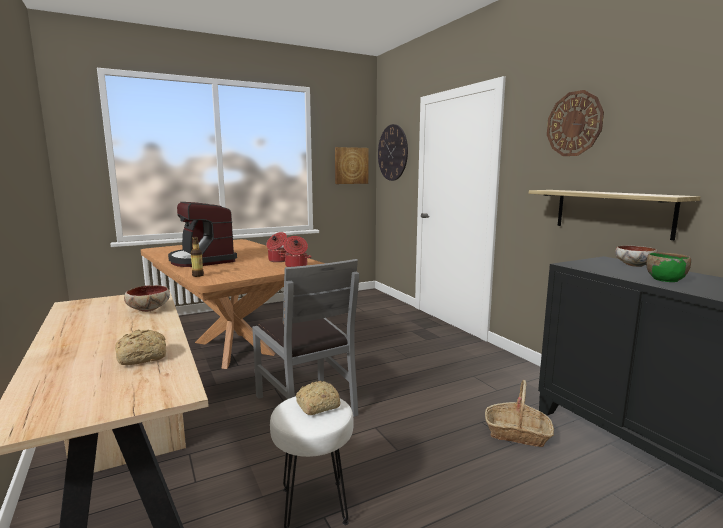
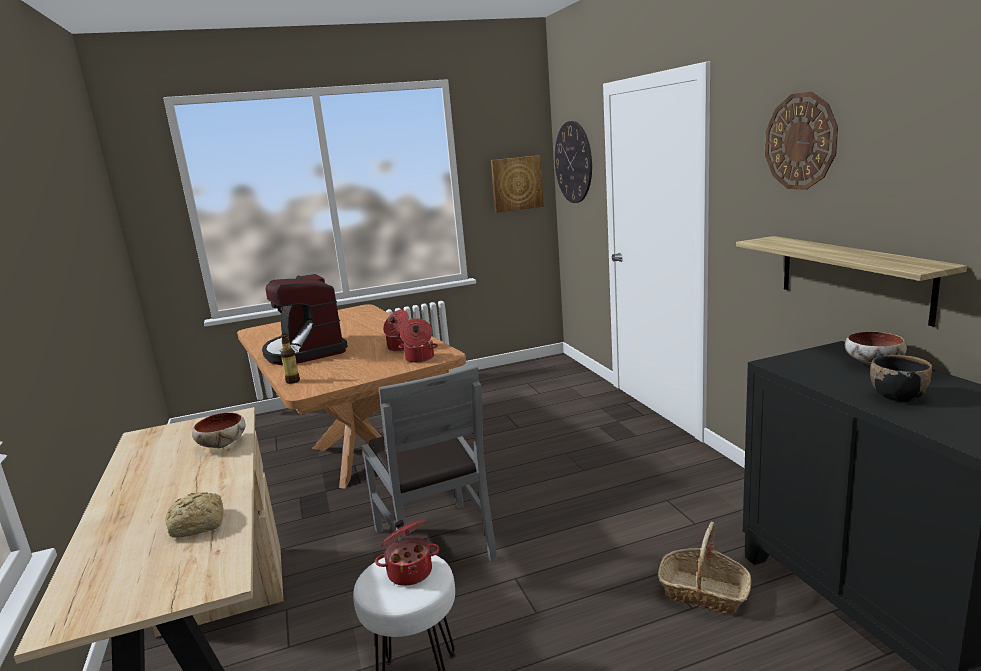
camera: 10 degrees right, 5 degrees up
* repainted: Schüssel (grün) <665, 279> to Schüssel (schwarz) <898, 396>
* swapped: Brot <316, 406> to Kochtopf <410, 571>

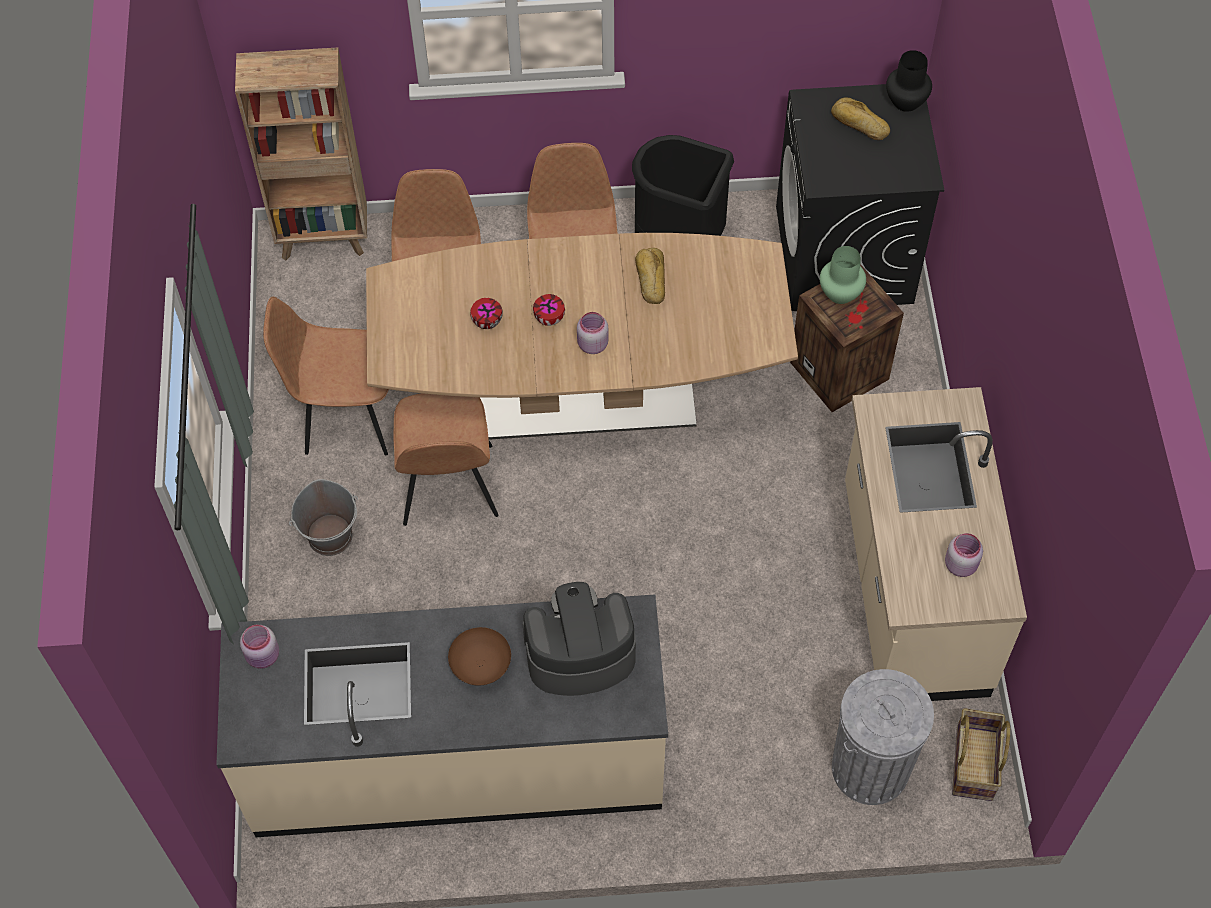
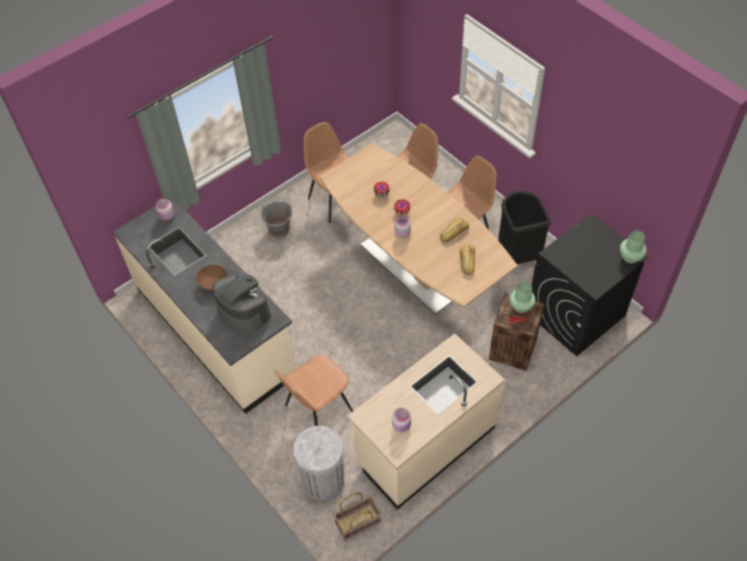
camera: 55 degrees right, 5 degrees down
* gone: Bücherregal (braun) <325, 238>
* repainted: Vase (schwarz) <905, 101> to Vase (grün) <629, 257>
* shifted: Brot <859, 124> to <467, 261>
* shifted: Stuhl (braun) <448, 488> to <317, 409>

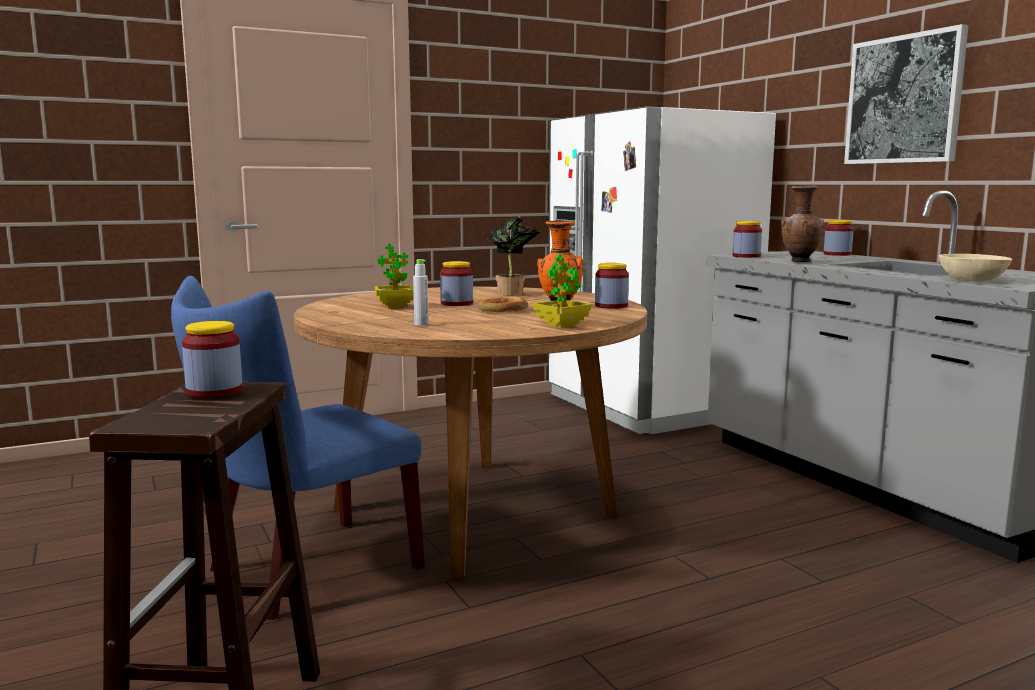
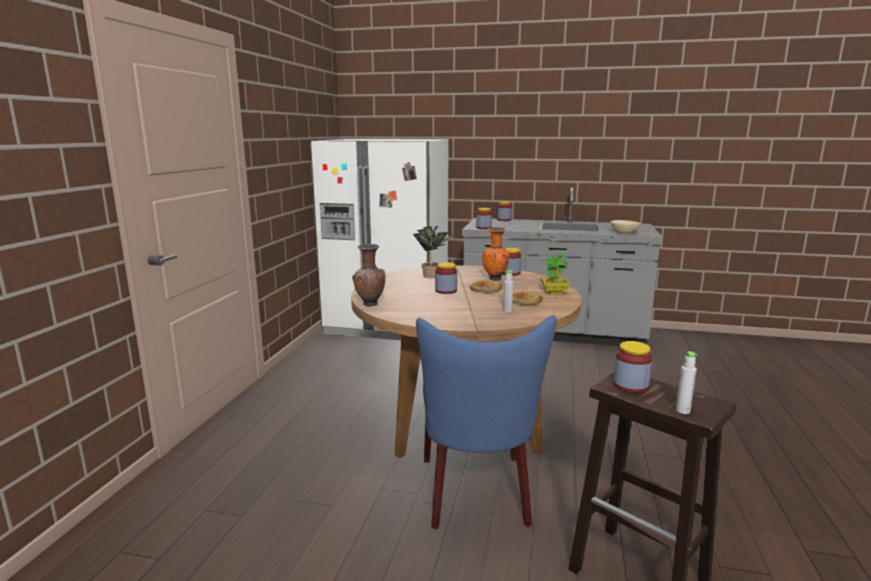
camera: 50 degrees left, 5 degrees up
* gone: Bild <904, 100>
* shifted: Vase (braun) <799, 262> to <370, 305>
* gone: Topfpflanze <395, 306>
* new: Brot <525, 301>
* new: Flasche (grau) <682, 411>

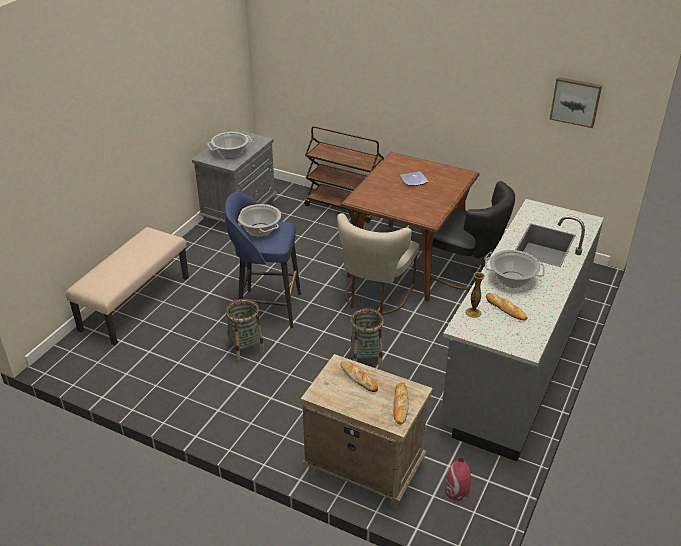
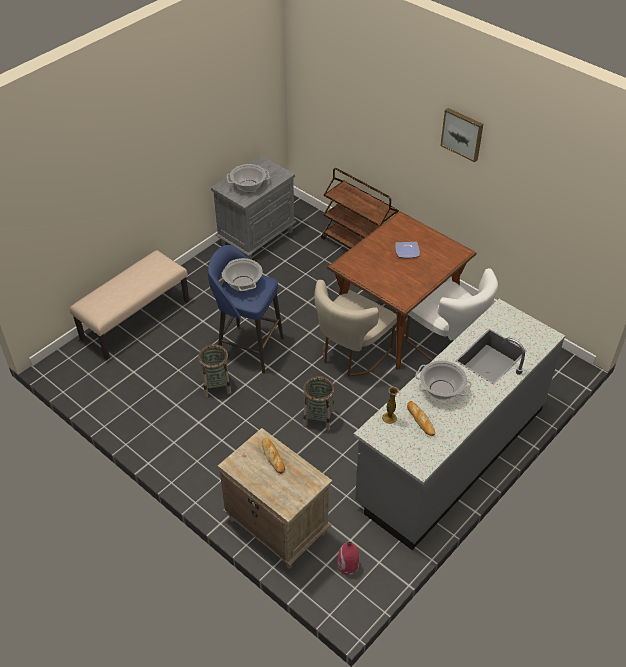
camera: 15 degrees right, 10 degrees up
* shifted: Bild <575, 101> to <462, 134>
* repainted: Stuhl (schwarz) <466, 272> to Stuhl (weiß) <447, 344>
* gone: Brot <400, 405>

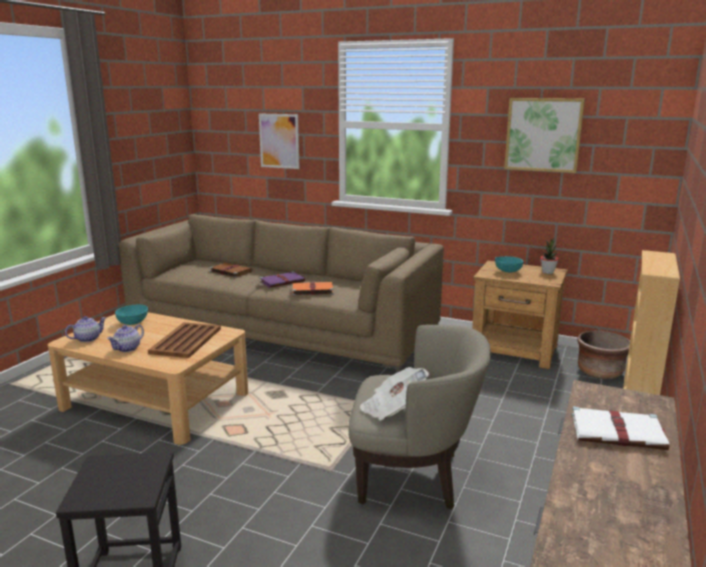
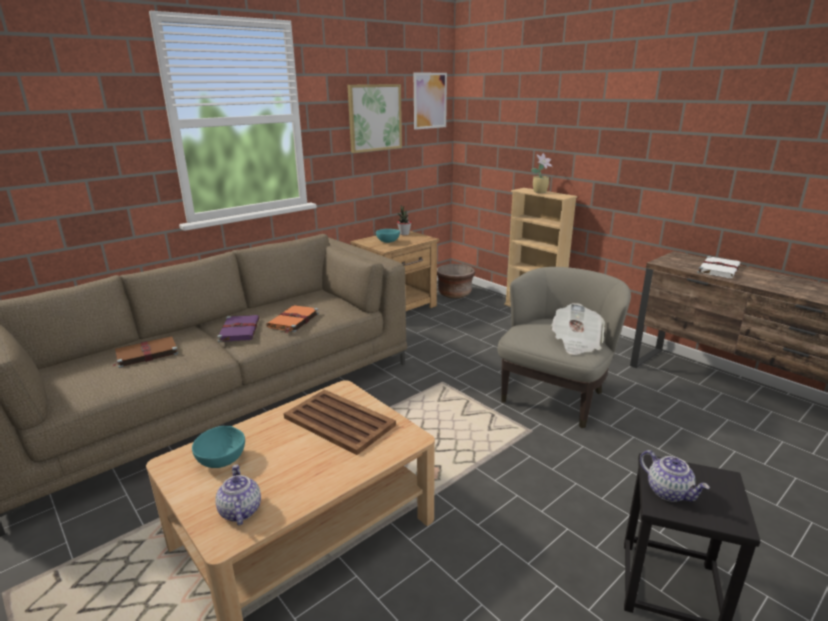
camera: 65 degrees left, 5 degrees up
* shifted: Bild <279, 141> to <430, 100>
* shifted: Teekanne <127, 348> to <669, 492>
* new: Topfpflanze <540, 192>

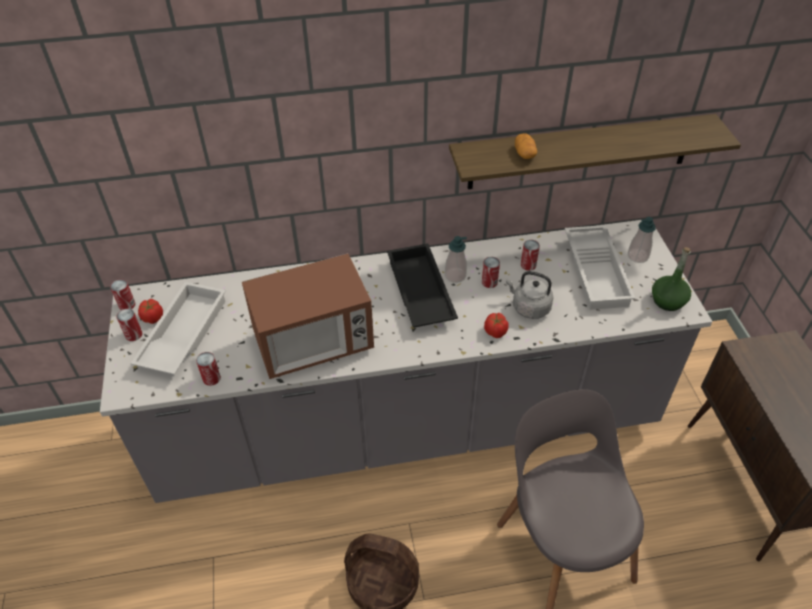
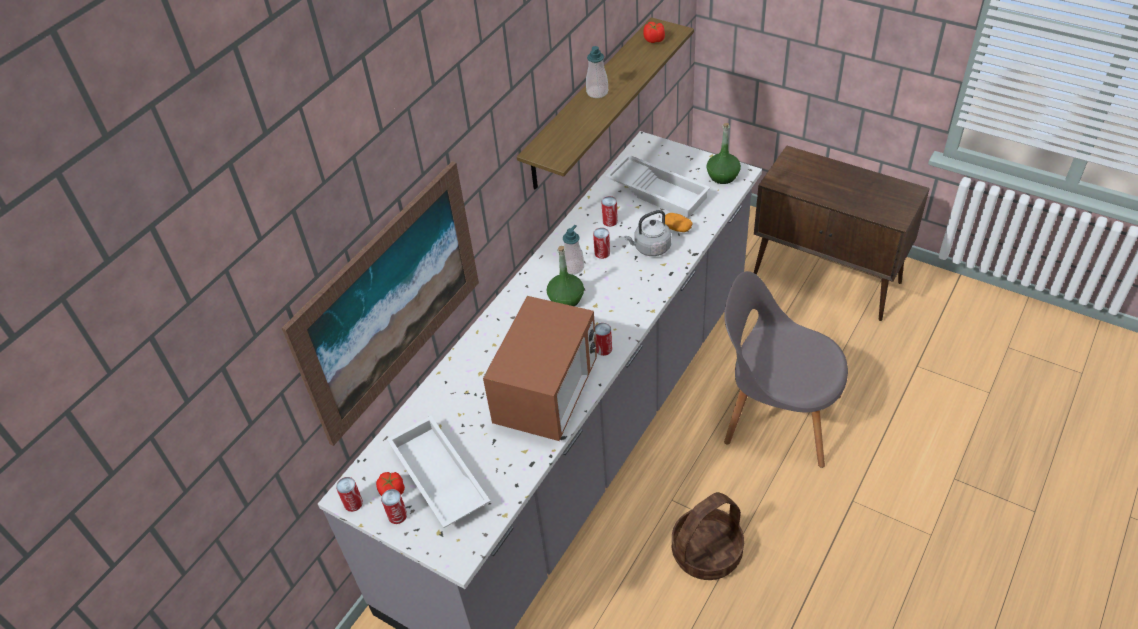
camera: 45 degrees left, 0 degrees up
* shifted: Kartoffel <524, 153> to <677, 228>
* shifted: Seifenspender <637, 256> to <597, 92>
* swapped: Tablett (schwarz) <418, 292> to Flasche (grün) <566, 299>
* shifted: Tomate <495, 331> to <654, 40>
* shifted: Dose <211, 378> to <603, 349>
* new: Bild <391, 301>

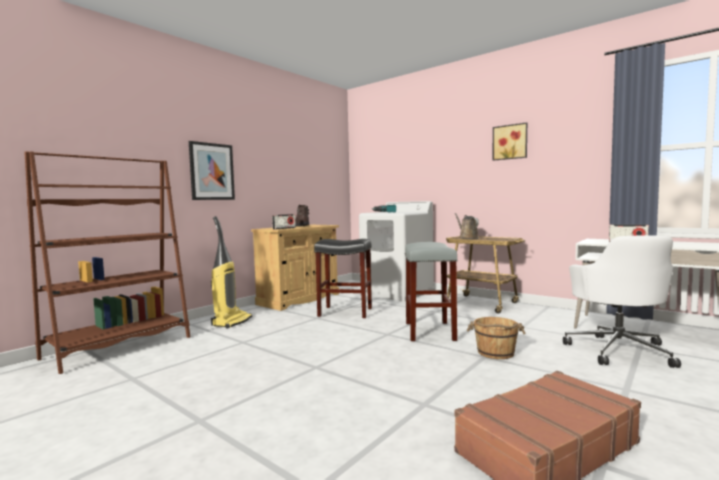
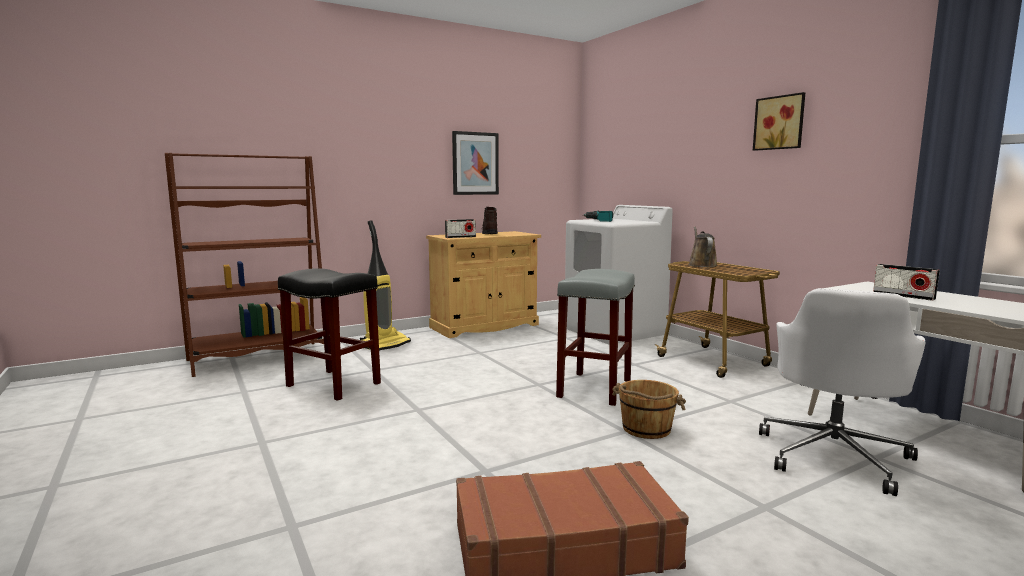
camera: 20 degrees right, 5 degrees up
* shifted: Bild <212, 171> to <475, 163>
* shifted: Hocker (schwarz) <346, 312> to <335, 384>

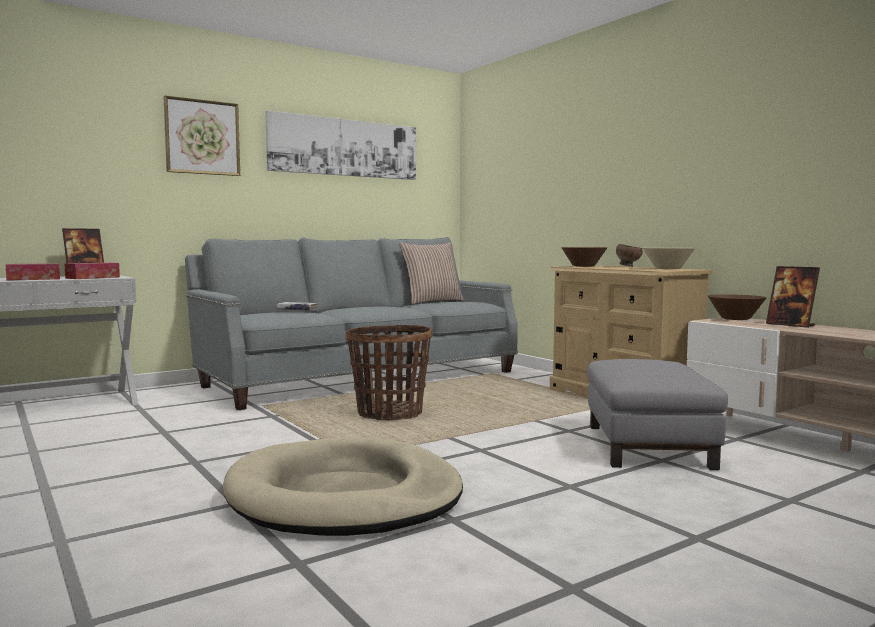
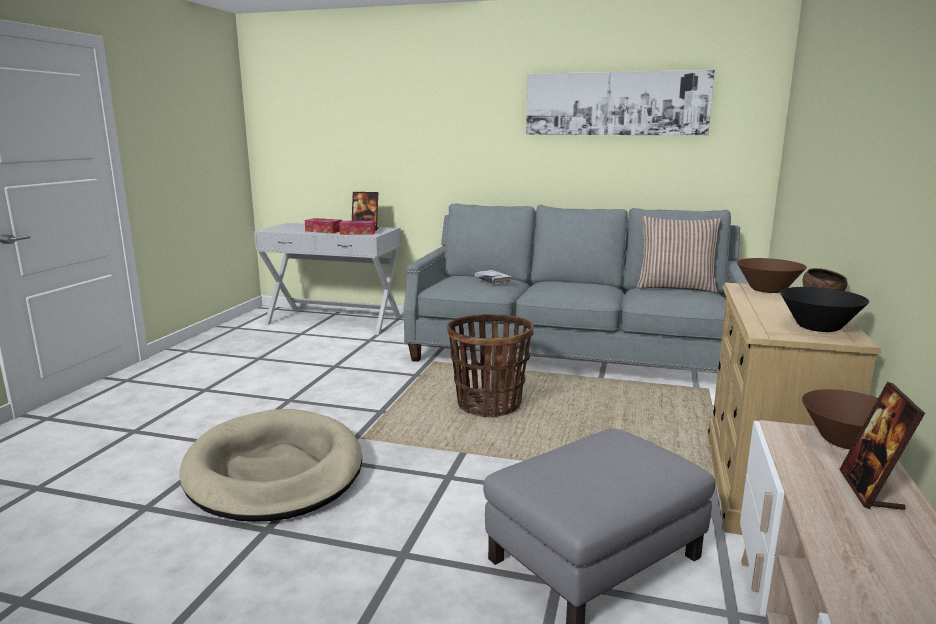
camera: 50 degrees right, 10 degrees up
* gone: Bild <202, 137>
* repainted: Schüssel (beige) <667, 269> to Schüssel (schwarz) <818, 327>

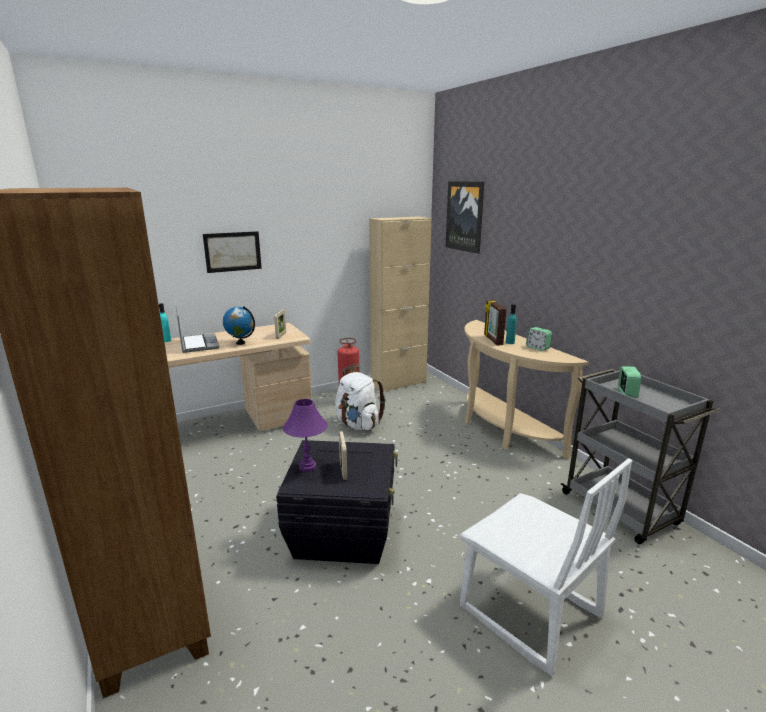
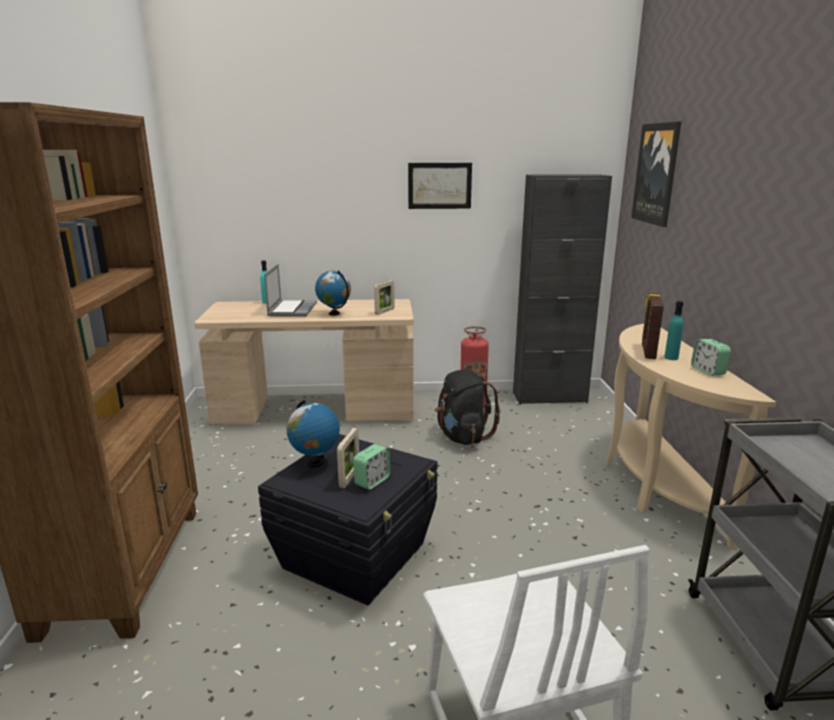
camera: 25 degrees right, 0 degrees up
* repainted: Schrank (beige) <398, 383> to Schrank (schwarz) <549, 397>
* shifted: Bild <232, 251> to <439, 185>
* shifted: Wecker <627, 393> to <372, 481>
* repainted: Rucksack (weiß) <358, 424> to Rucksack (schwarz) <462, 437>
* swapped: Tischlampe (lila) <307, 467> to Globus <315, 463>

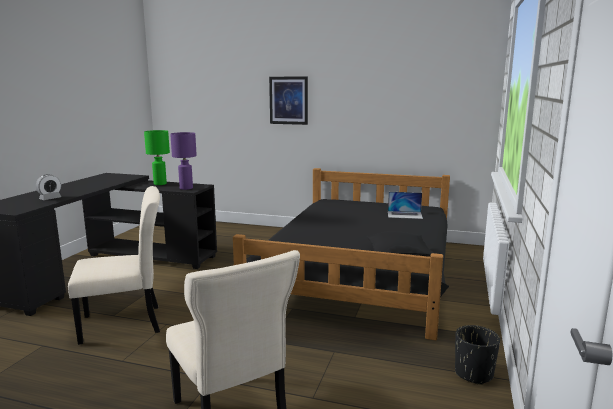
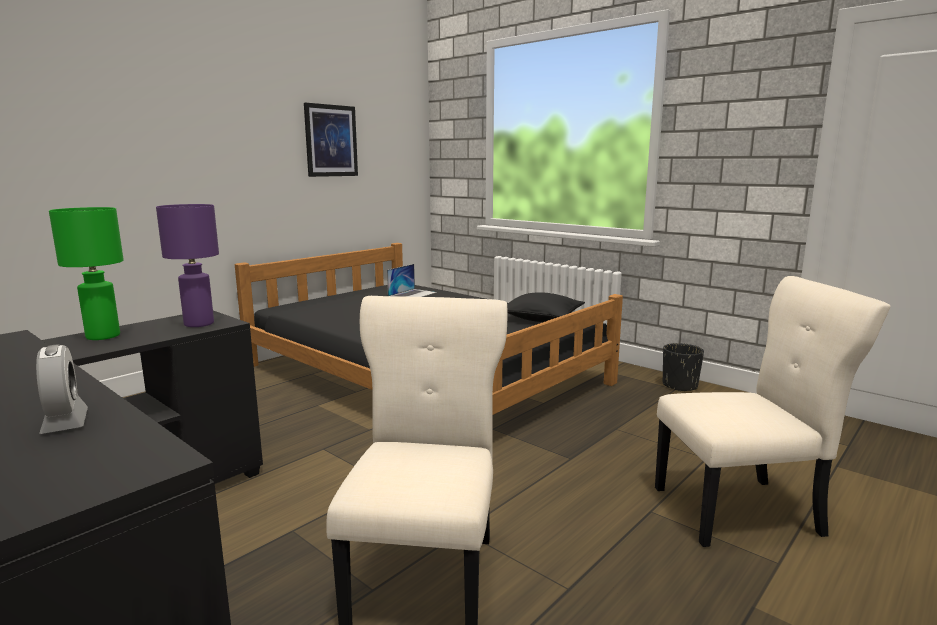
camera: 65 degrees left, 0 degrees up
* shifted: Bild <288, 100> to <331, 141>

